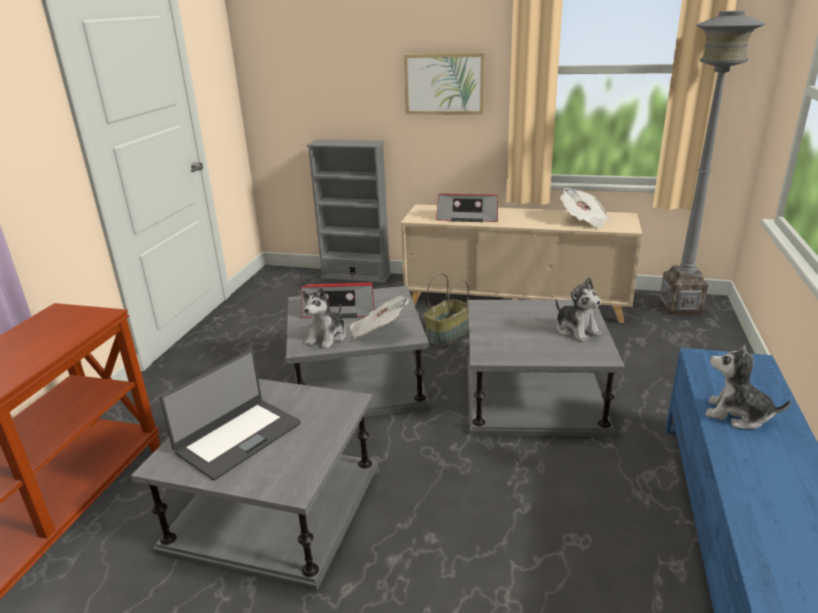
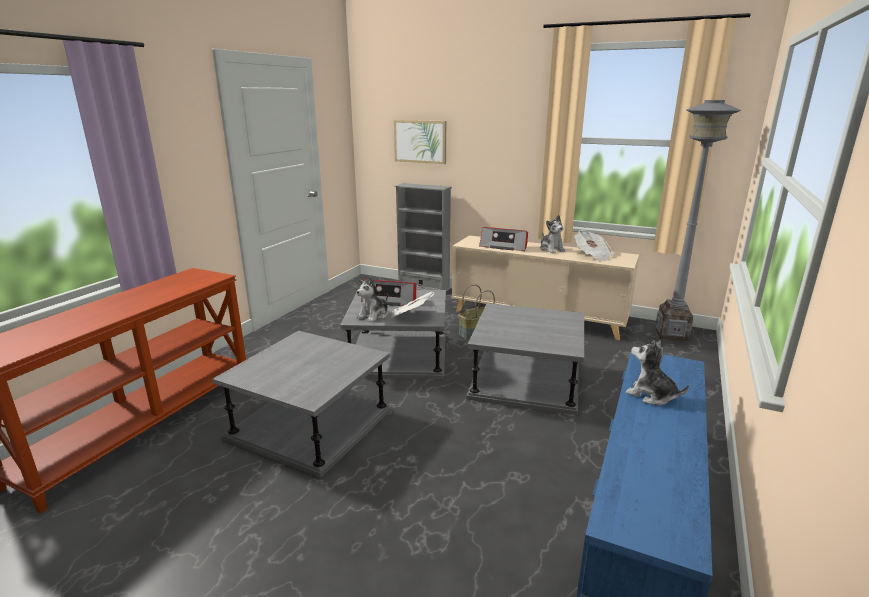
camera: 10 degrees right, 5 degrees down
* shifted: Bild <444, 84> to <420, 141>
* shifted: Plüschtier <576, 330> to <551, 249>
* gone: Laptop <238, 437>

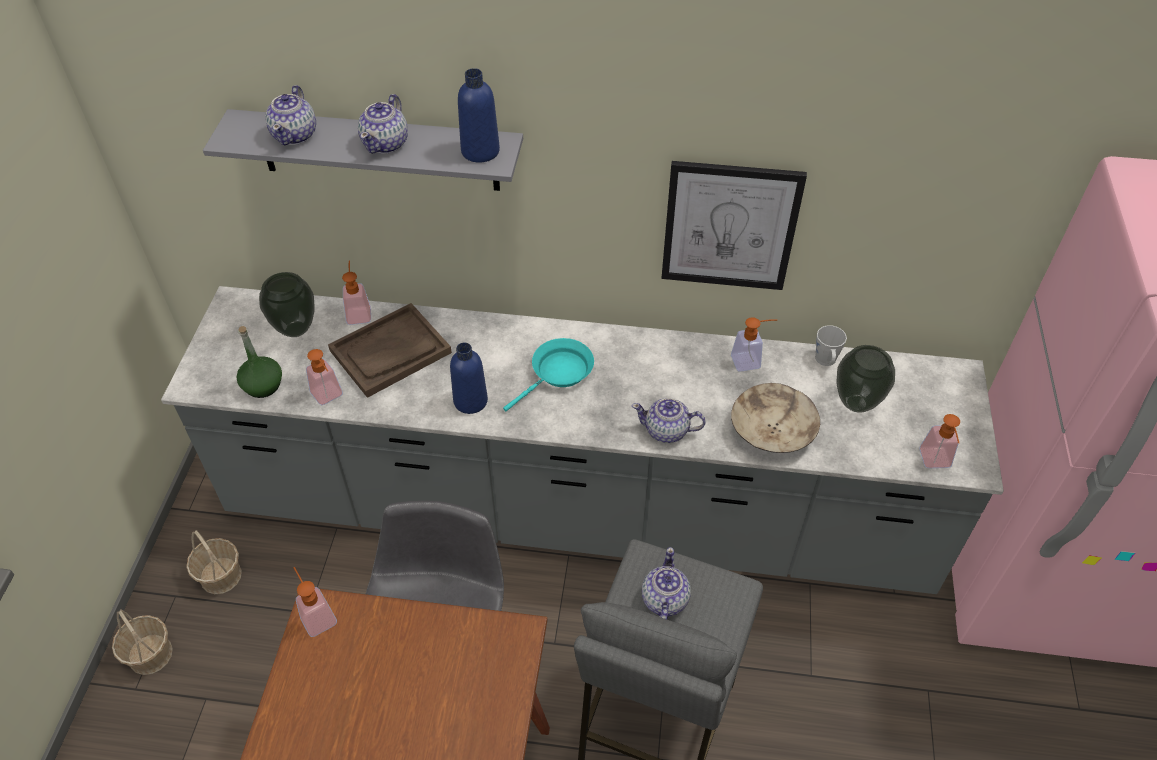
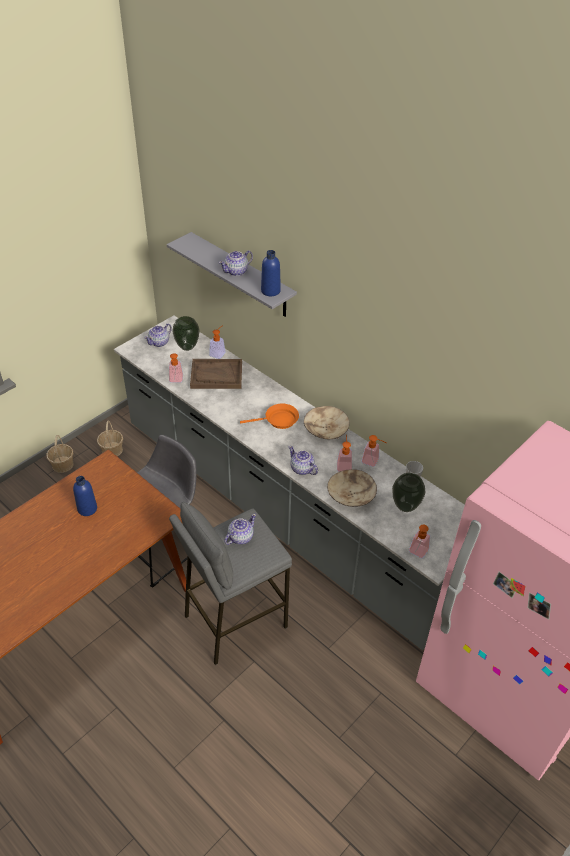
camera: 35 degrees right, 5 degrees down
* shifted: Teekanne <295, 135> to <159, 342>
* gone: Bild <729, 226>
* gone: Flasche (grün) <263, 385>
* repainted: Pfanne (türkis) <558, 373> to Pfanne (orange) <278, 420>
* shifted: Flasche (blau) <470, 401> to <87, 509>
* shifted: Seifenspender <316, 615> to <344, 465>
* new: Schüssel (beige) <325, 430>

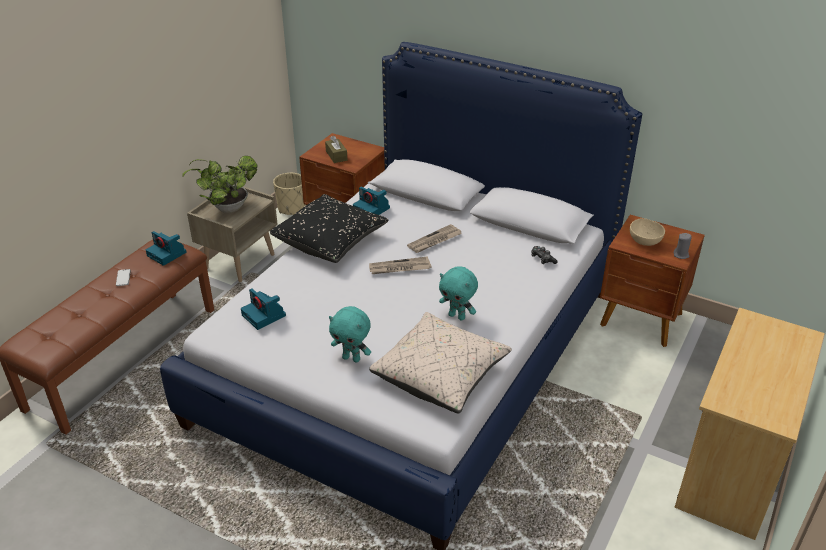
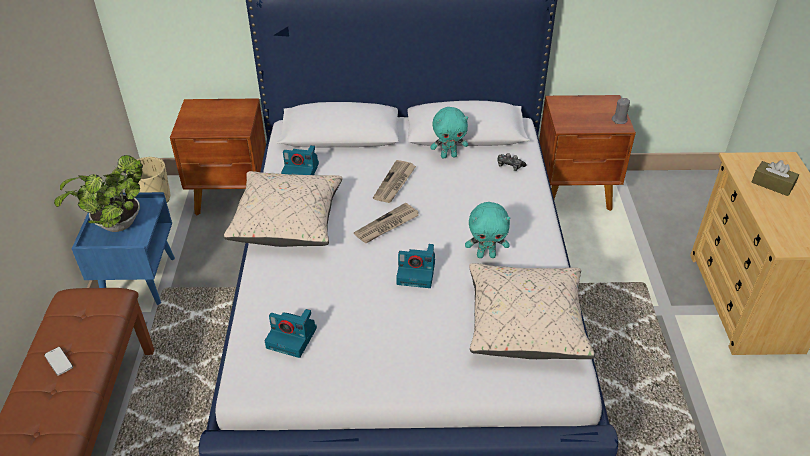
camera: 30 degrees left, 5 degrees up
* shifted: Taschentuchbox (braun) <336, 156> to <772, 184>
* repainted: Nachttisch (beige) <239, 261> to Nachttisch (blau) <139, 280>
* repainted: Kissen (schwarz) <330, 241> to Kissen (beige) <287, 222>
* gone: Schüssel (beige) <645, 241>
* shifted: Kamera <167, 254> to <417, 273>
* shifted: Plüschtier (türkis) <352, 358> to <449, 155>

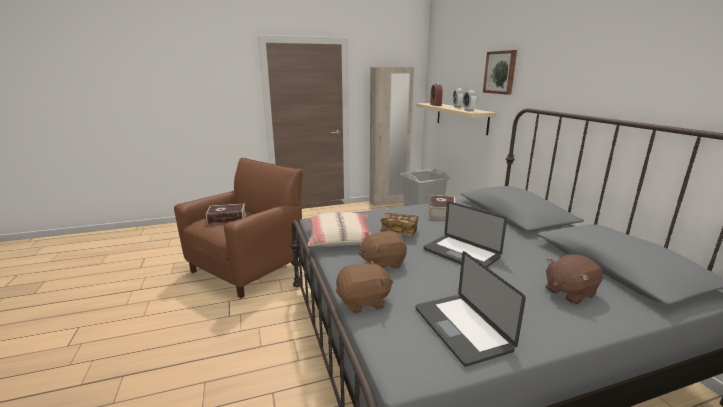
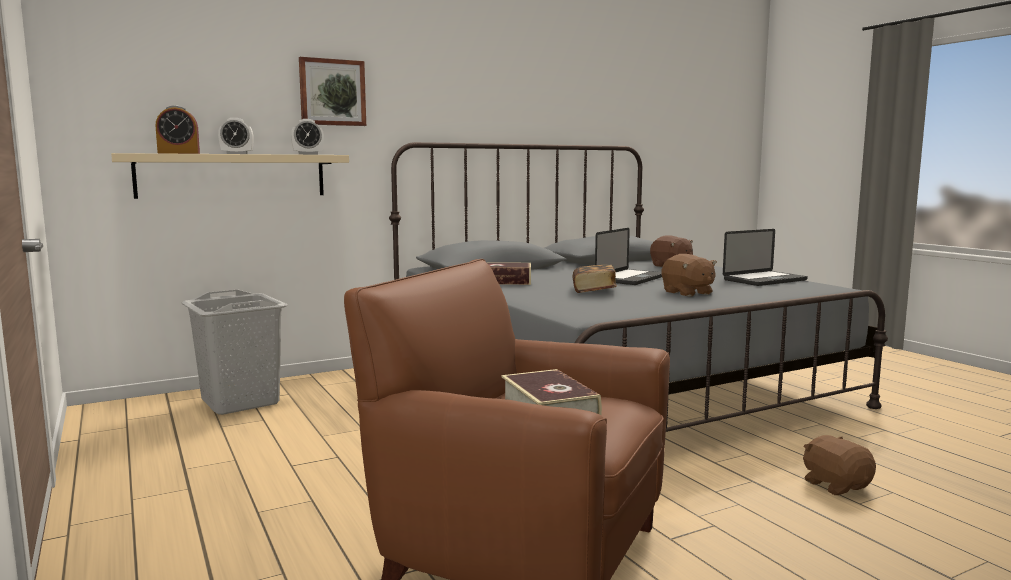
camera: 100 degrees left, 10 degrees down
* gone: Kleiderschrank (beige) <388, 202>
* gone: Kissen (beige) <340, 238>
* shifted: Plüschtier (braun) <363, 302> to <836, 485>

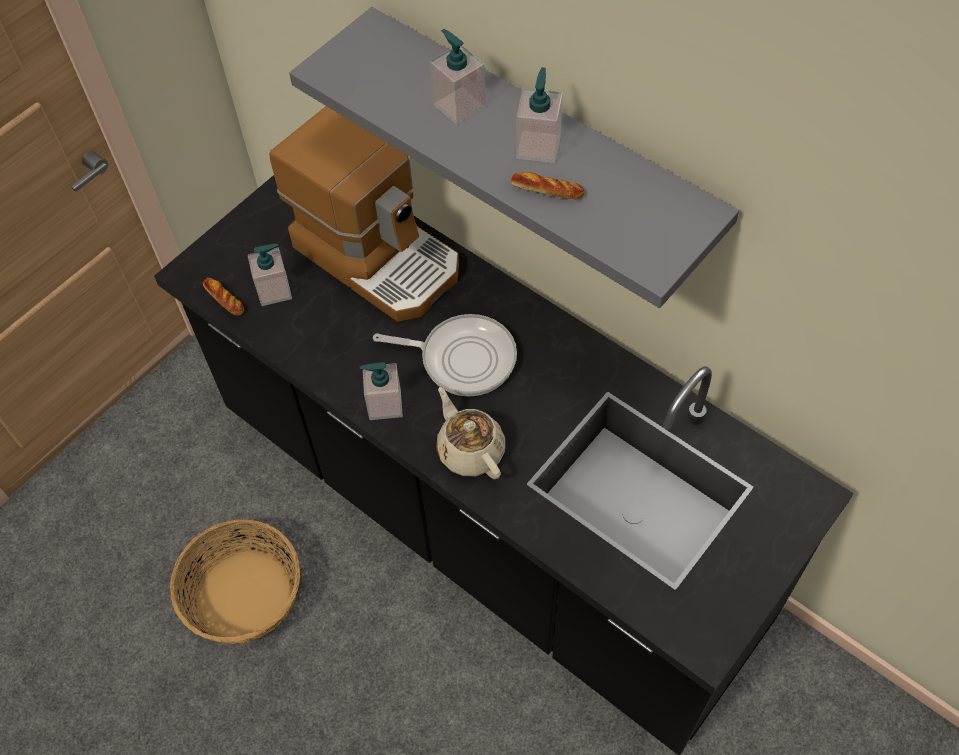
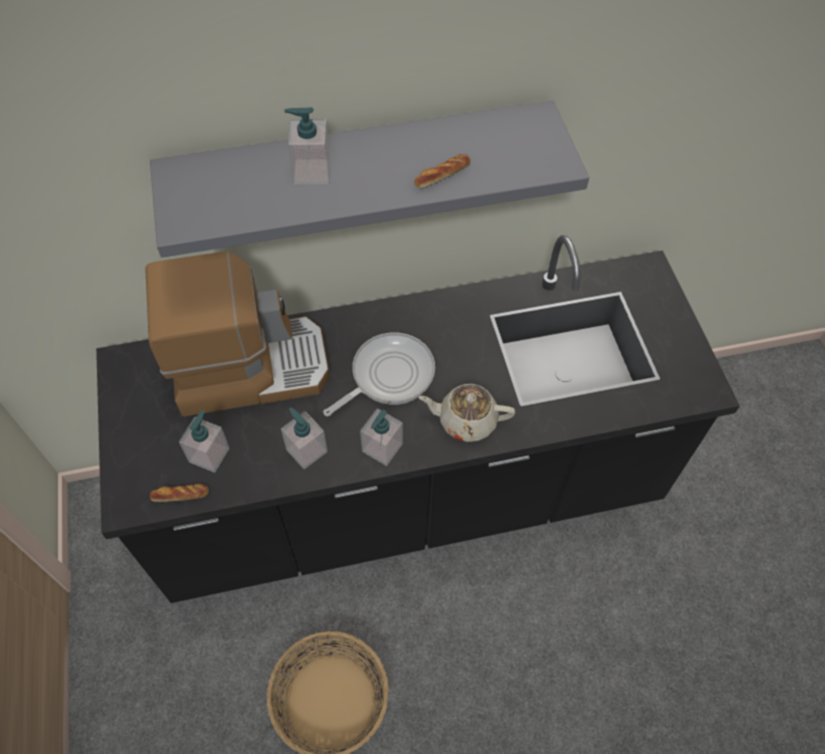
camera: 55 degrees left, 0 degrees up
* shifted: Seifenspender <538, 146> to <306, 450>

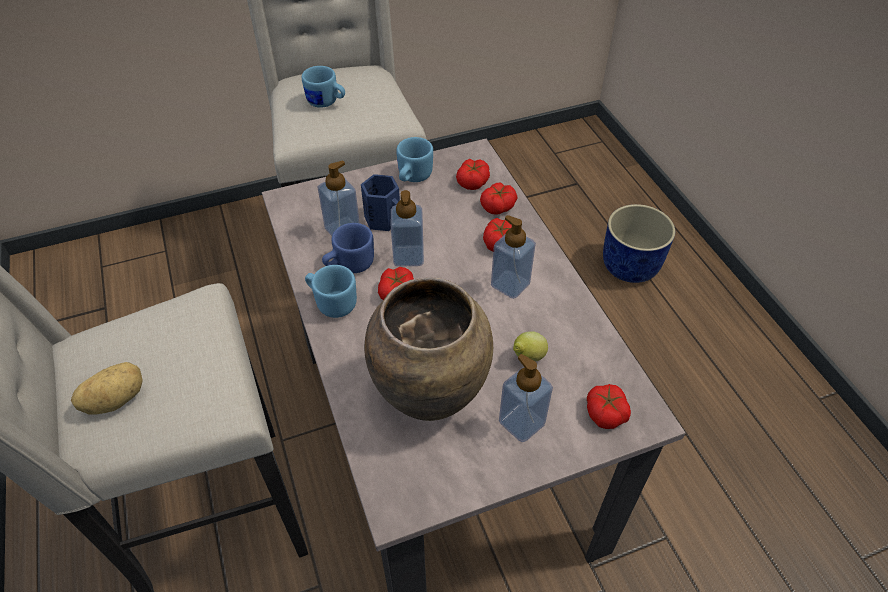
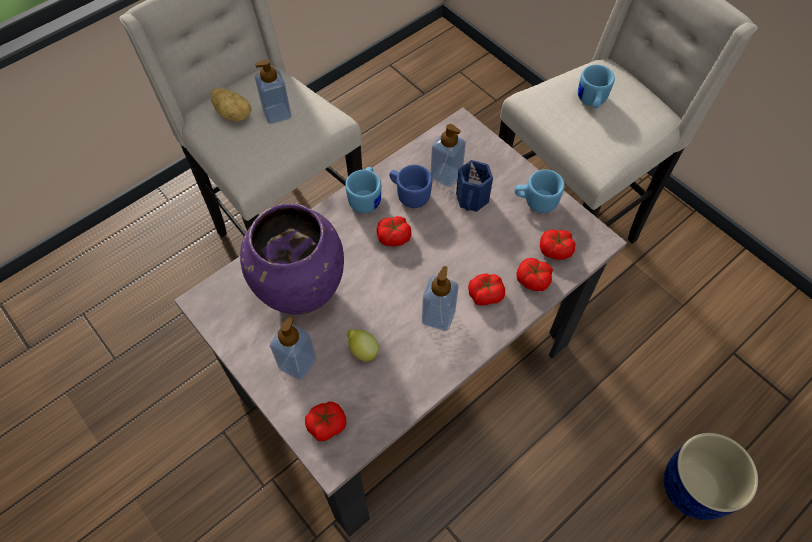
camera: 70 degrees right, 10 degrees up
* shifted: Seifenspender <408, 256> to <277, 114>
* repainted: Vase (braun) <432, 396> to Vase (lila) <301, 294>

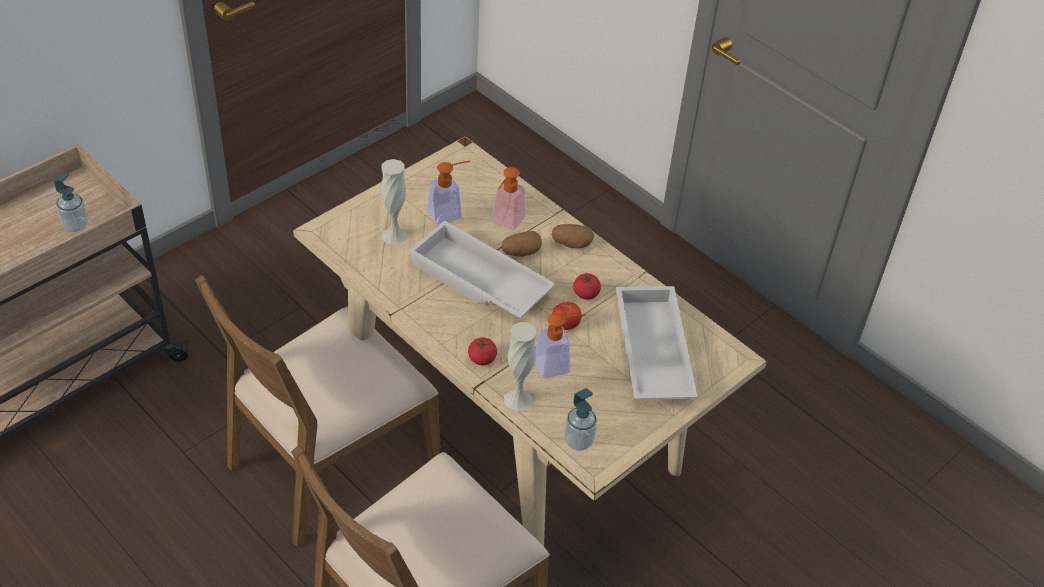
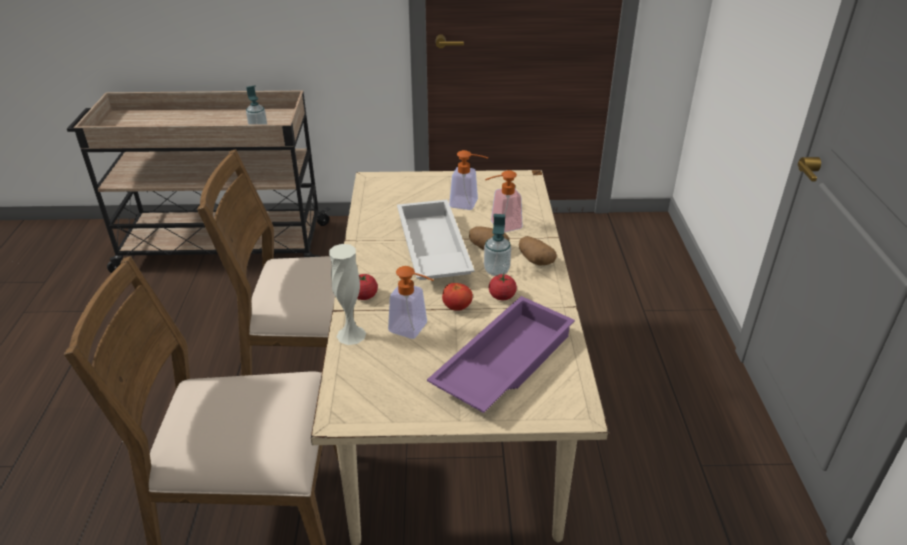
camera: 45 degrees right, 10 degrees down
* gone: Vase (weiß) <394, 236>
* repainted: Tablett (weiß) <650, 352> to Tablett (lila) <502, 362>
* shifted: Seifenspender <578, 441> to <496, 271>

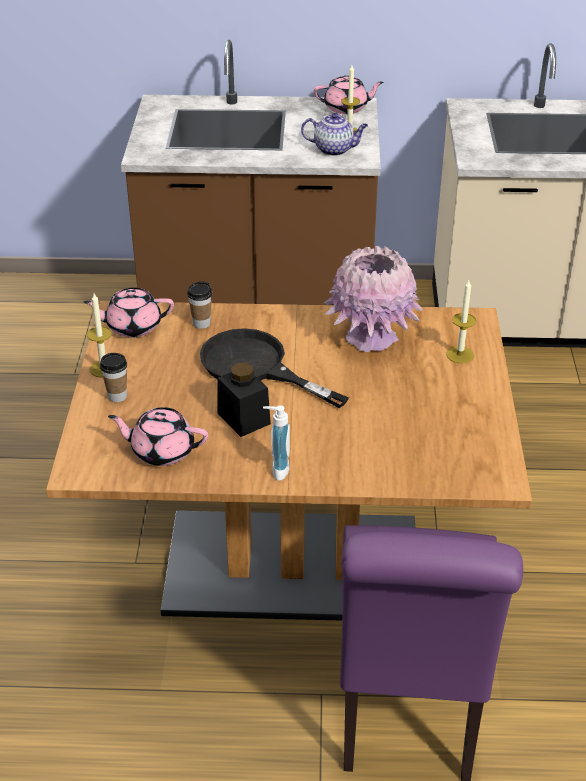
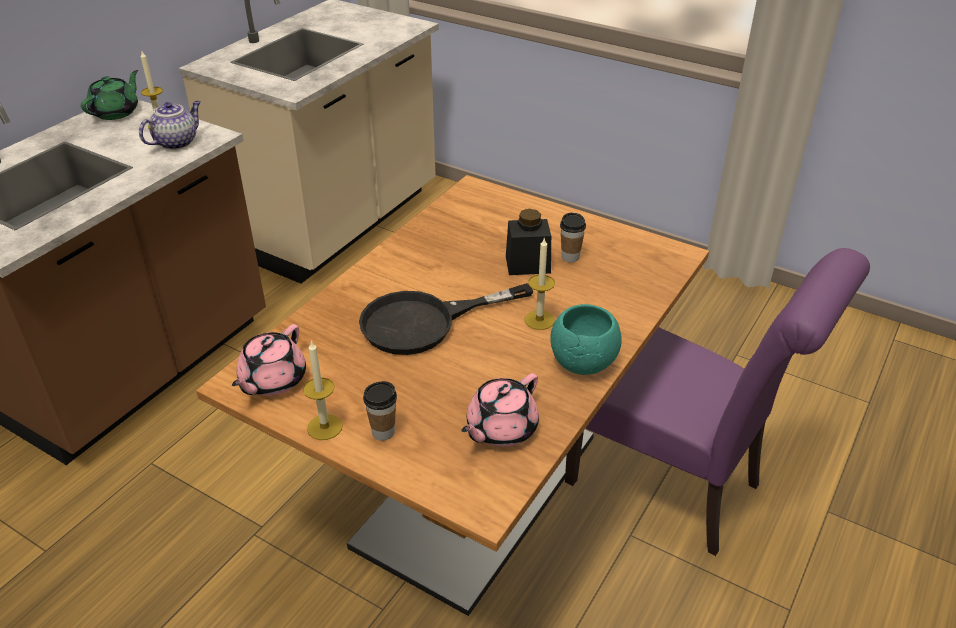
camera: 60 degrees left, 0 degrees up
* repainted: Teekanne (rosa) <347, 108> to Teekanne (grün) <116, 112>
* gone: Vase (rosa) <371, 338>
* shifted: Kerze <460, 355> to <539, 320>
* shifted: Tasse <201, 323> to <570, 257>
* shifted: Vorratsglas (schwarz) <243, 418> to <528, 264>
* swapped: Seifenspender <276, 469> to Schüssel (türkis) <584, 363>

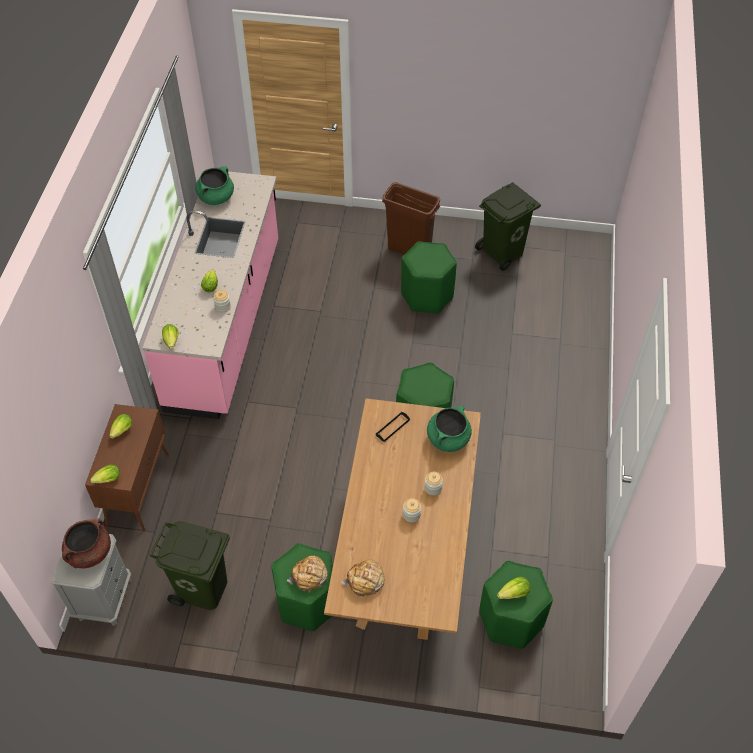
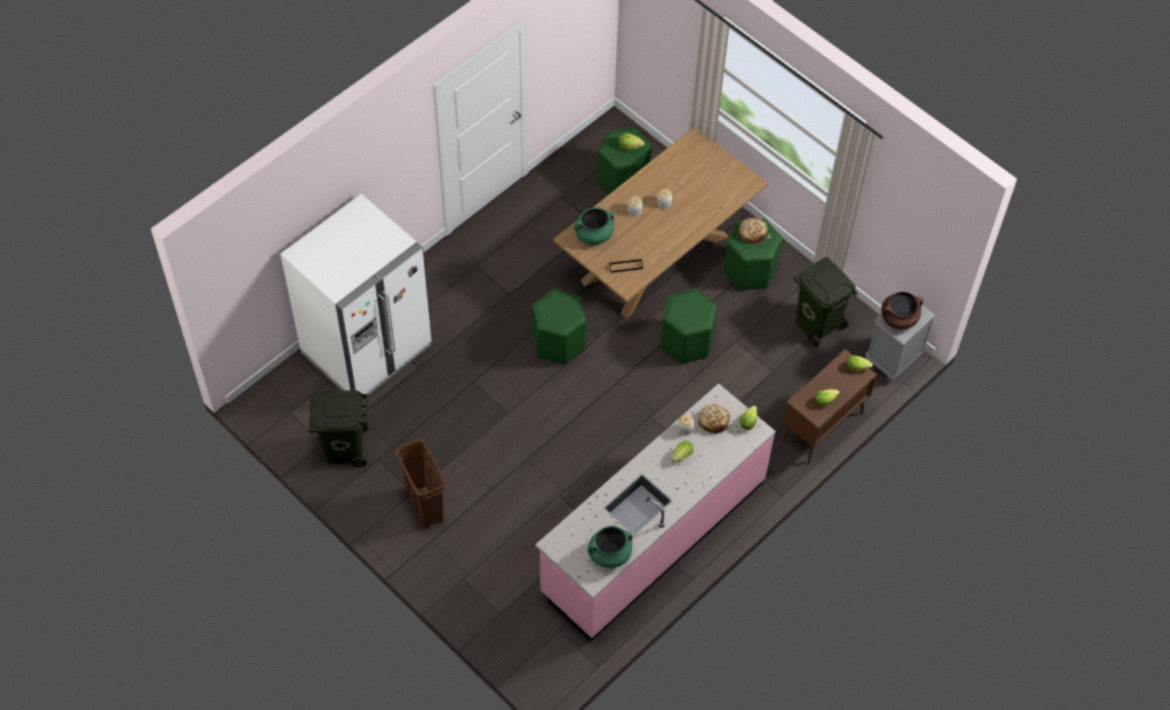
camera: 145 degrees left, 5 degrees up
* shifted: Hocker (grün) <427, 295> to <686, 342>
* shifted: Brot <365, 581> to <714, 421>
* new: Kühlschrank (weiß) <367, 349>

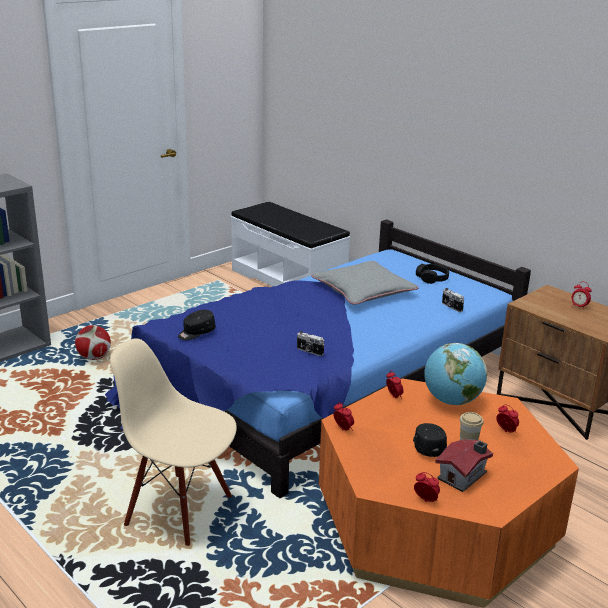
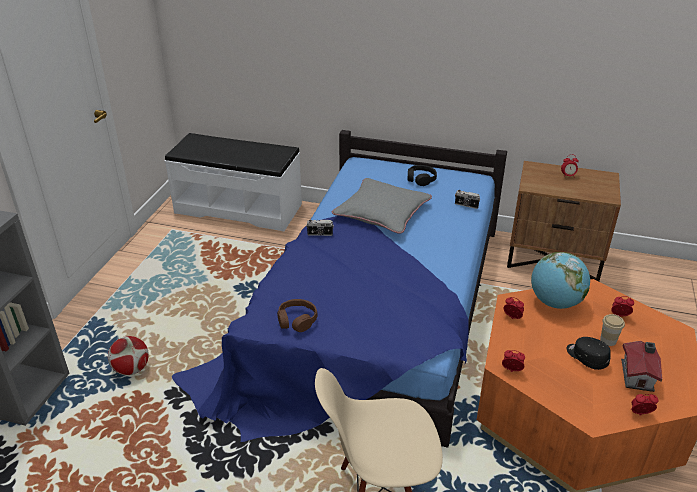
camera: 30 degrees left, 10 degrees up
* swapped: Kappe (schwarz) <196, 333> to Kopfhörer (braun) <297, 320>
* shifted: Kamera <309, 351> to <320, 234>

